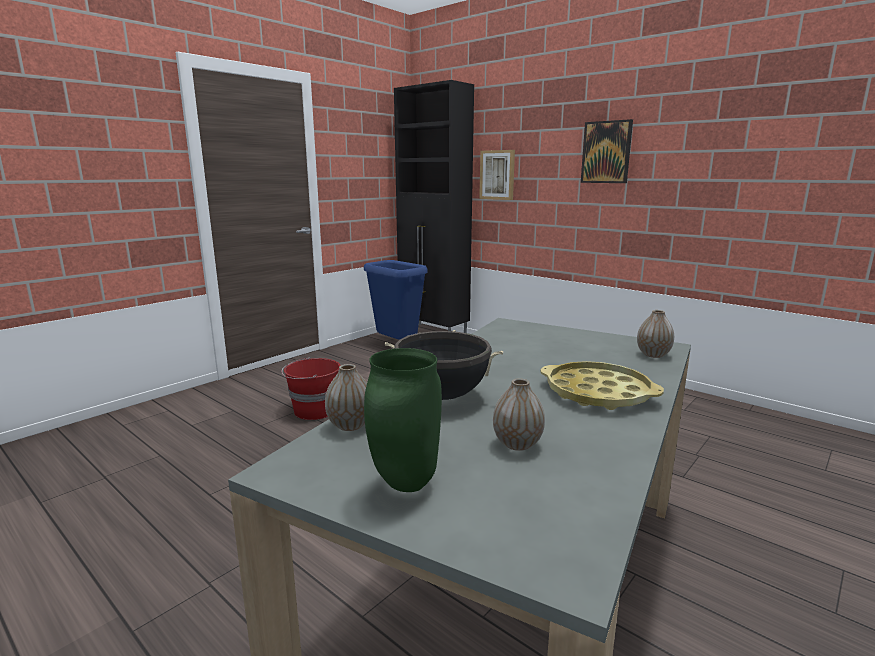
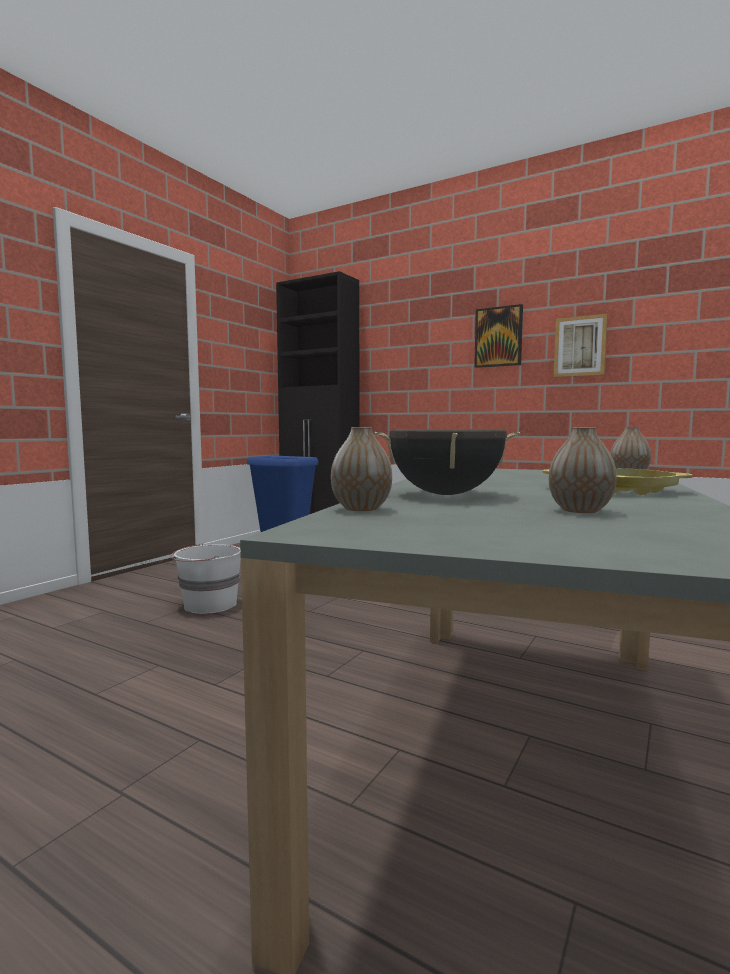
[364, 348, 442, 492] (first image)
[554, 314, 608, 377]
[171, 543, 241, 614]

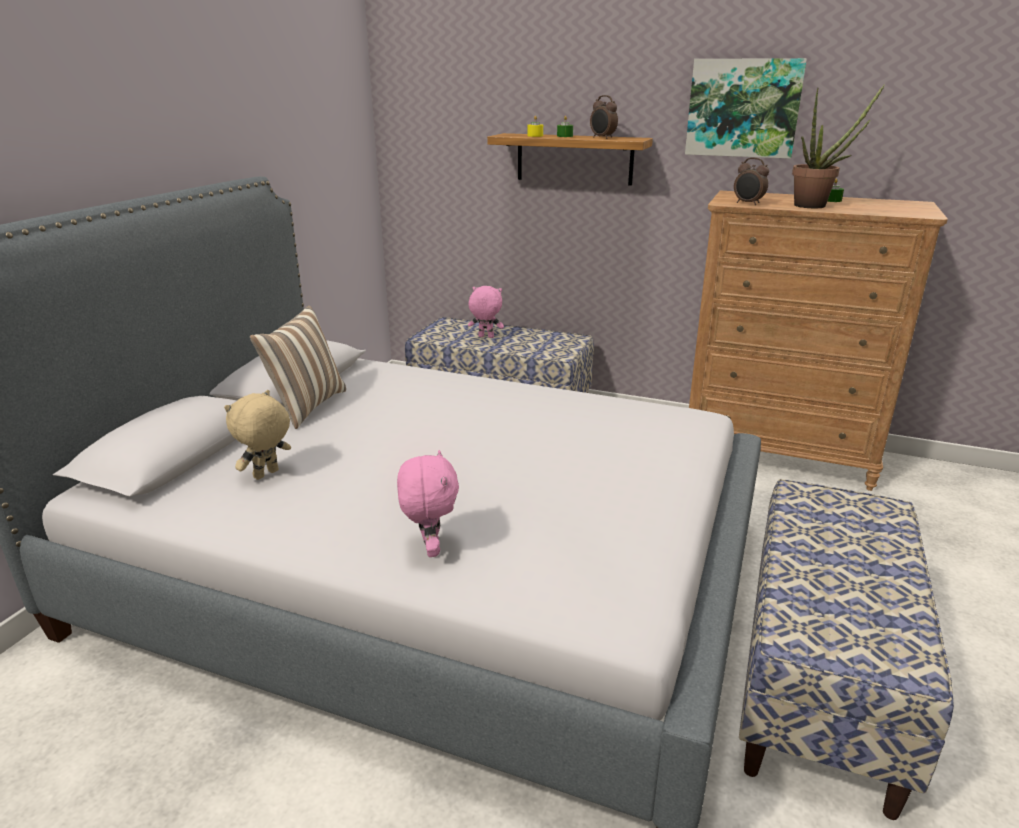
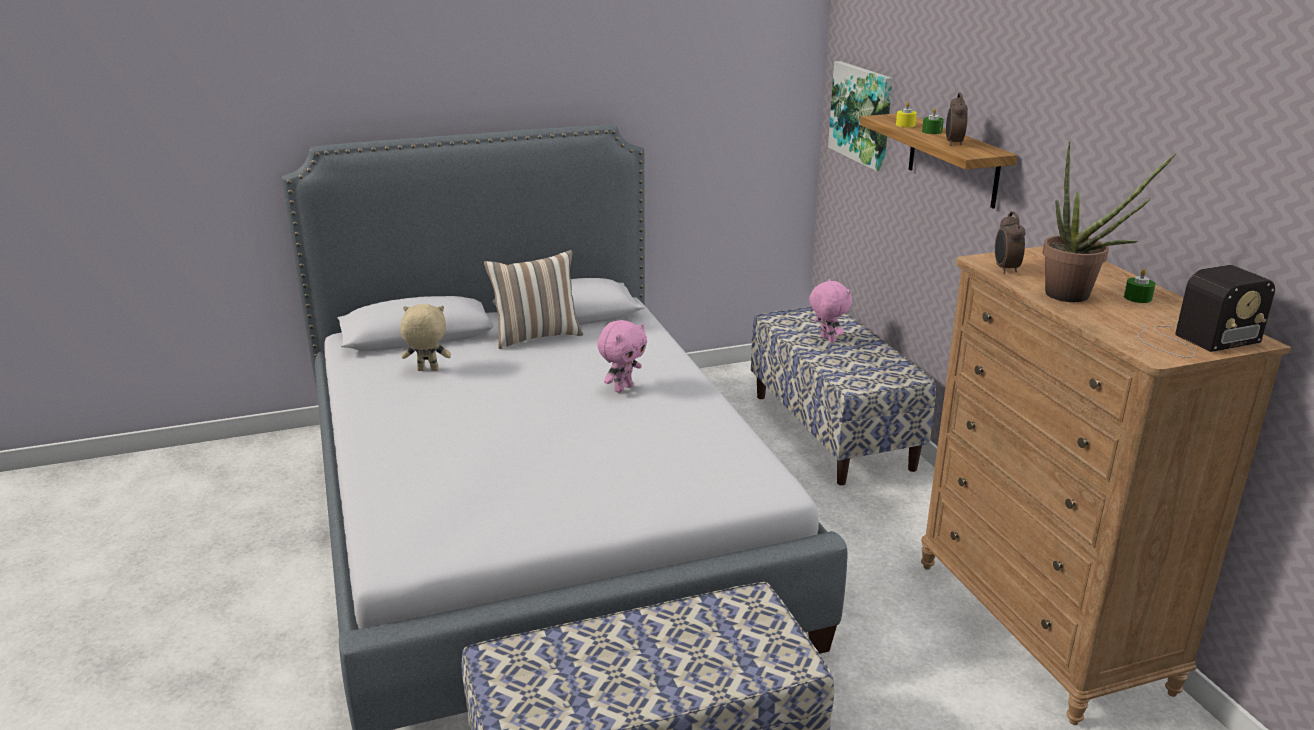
[1137, 265, 1275, 358]
[597, 320, 647, 393]
[828, 61, 893, 171]

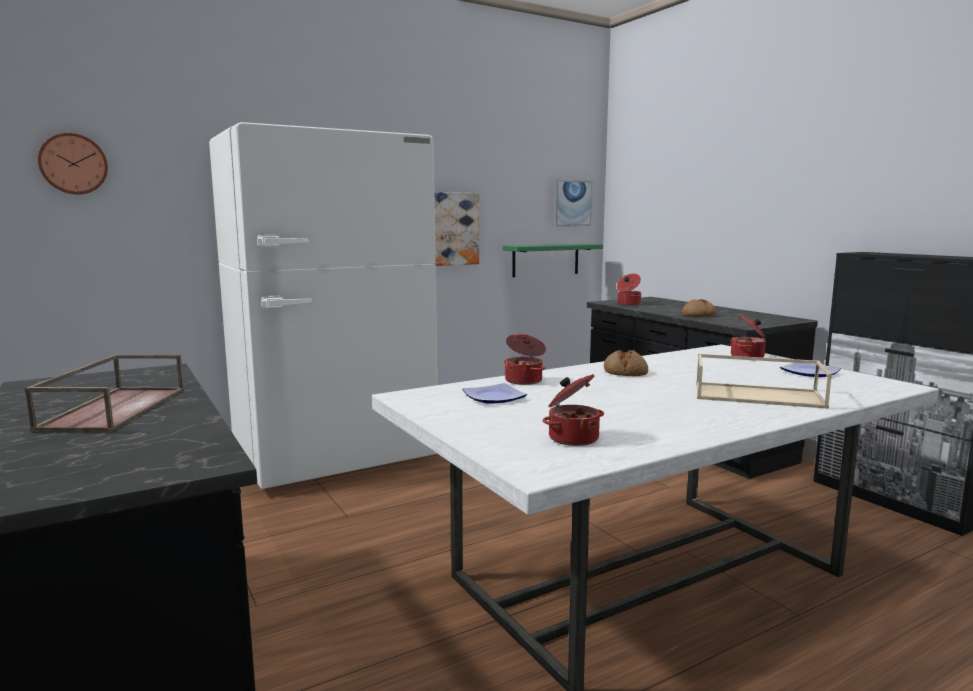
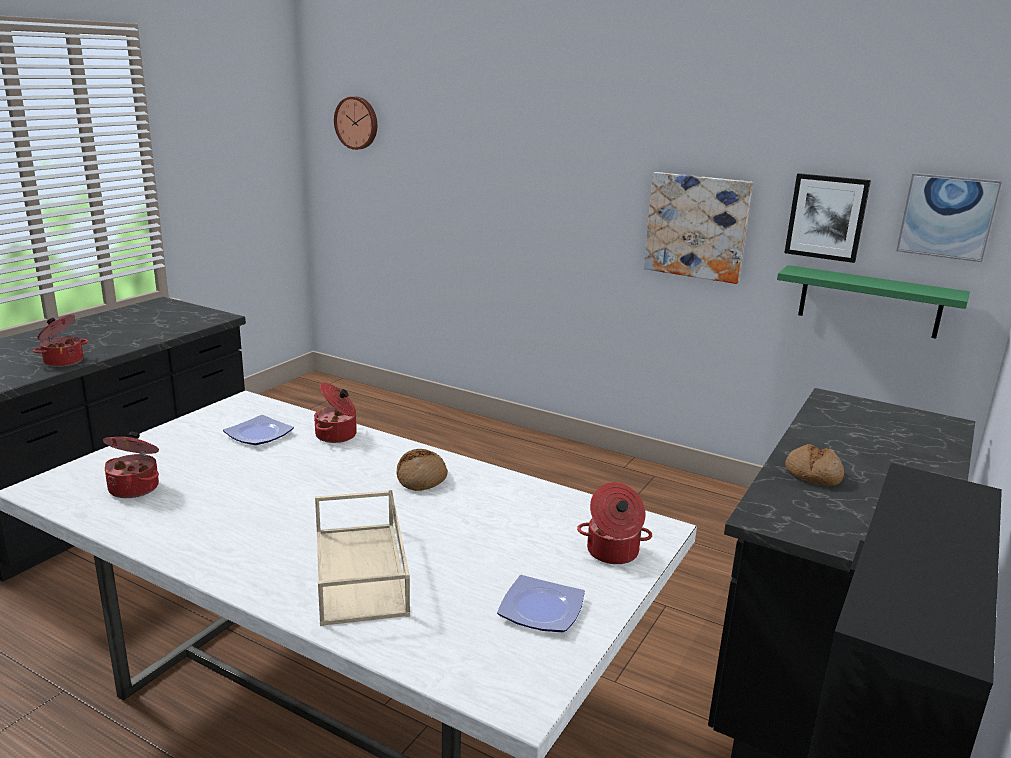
[25, 355, 184, 432] (first image)
[209, 122, 437, 489] (first image)
[785, 173, 871, 263]
[33, 315, 88, 367]

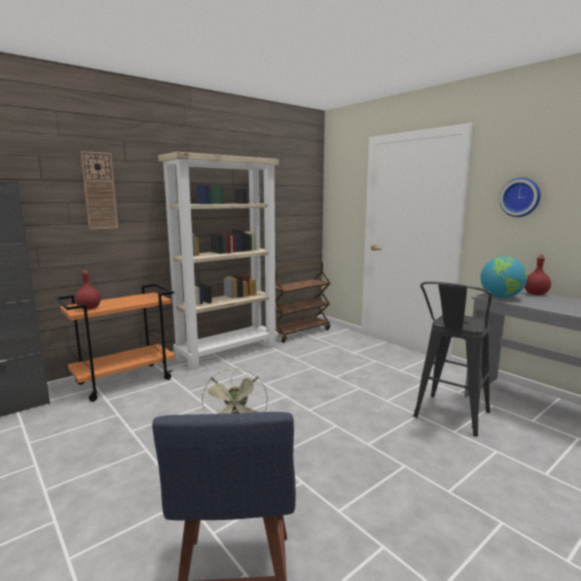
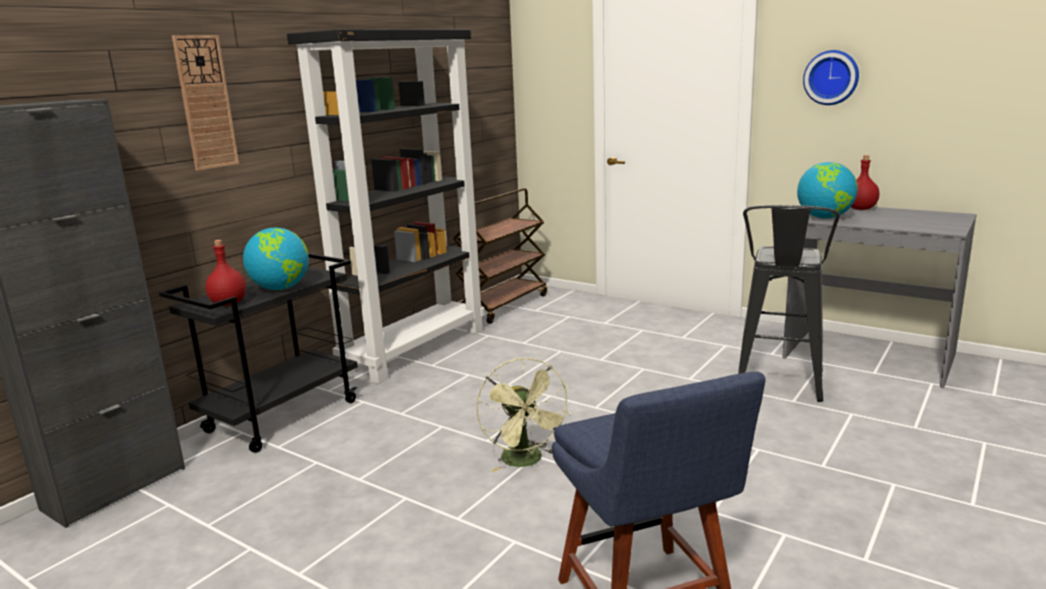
[243, 228, 309, 290]
[159, 253, 358, 453]
[287, 29, 485, 384]

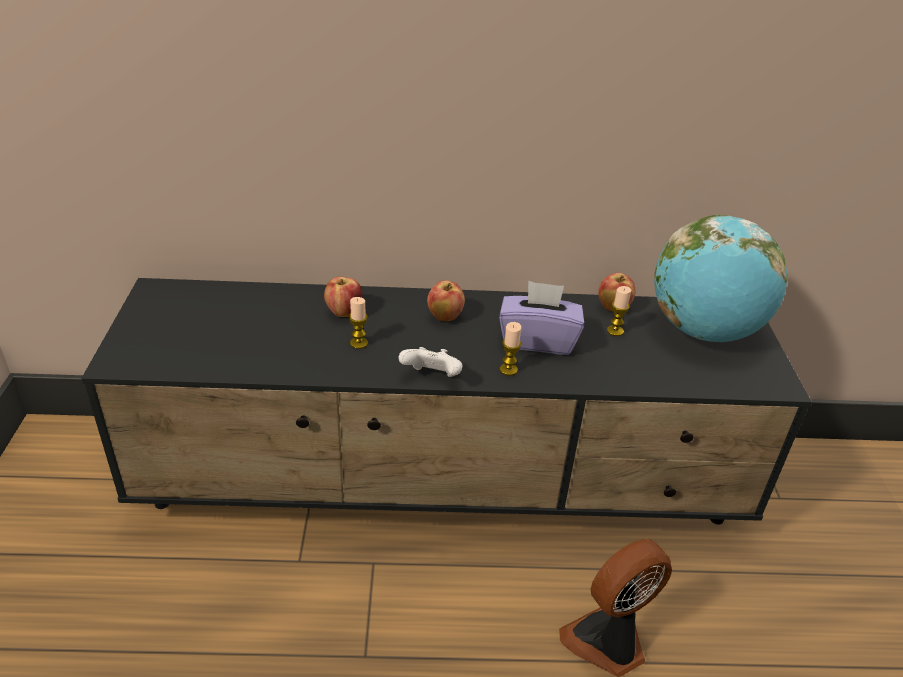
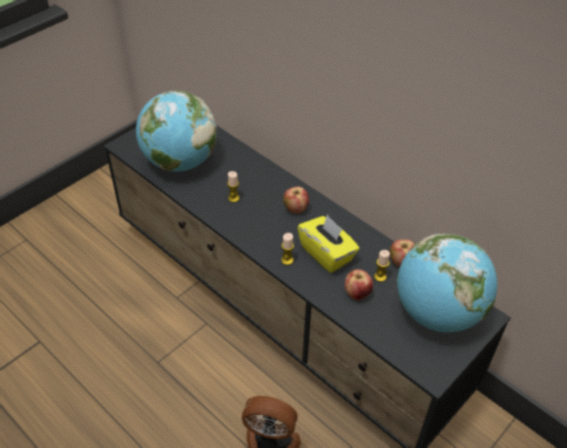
[399, 347, 462, 377] (first image)
[136, 91, 217, 172]
[345, 269, 373, 300]
[298, 215, 359, 273]

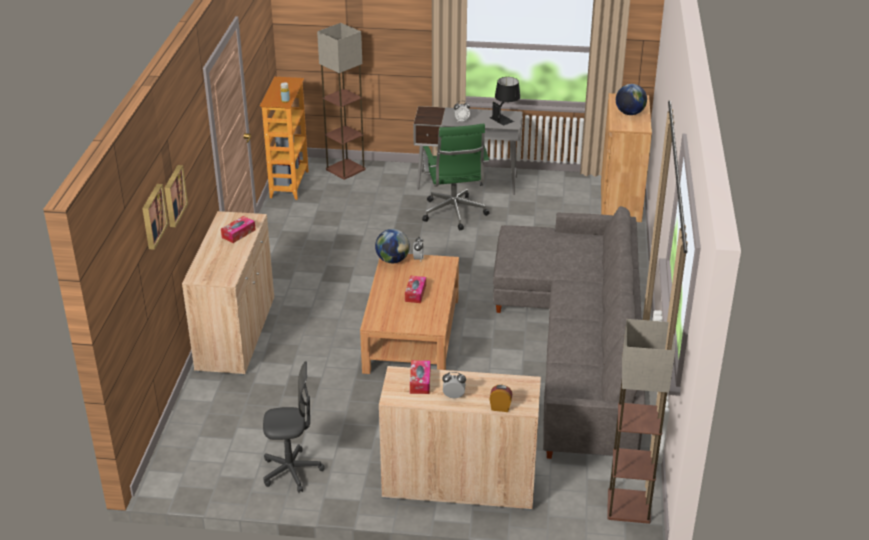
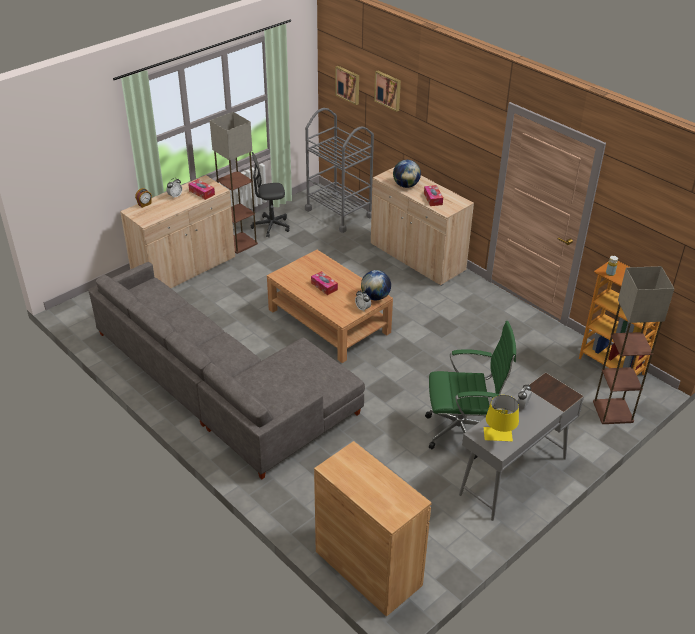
[305, 108, 374, 233]
[335, 66, 359, 105]
[210, 112, 258, 254]
[393, 160, 421, 188]
[484, 395, 519, 441]
[251, 152, 289, 237]
[425, 321, 516, 459]

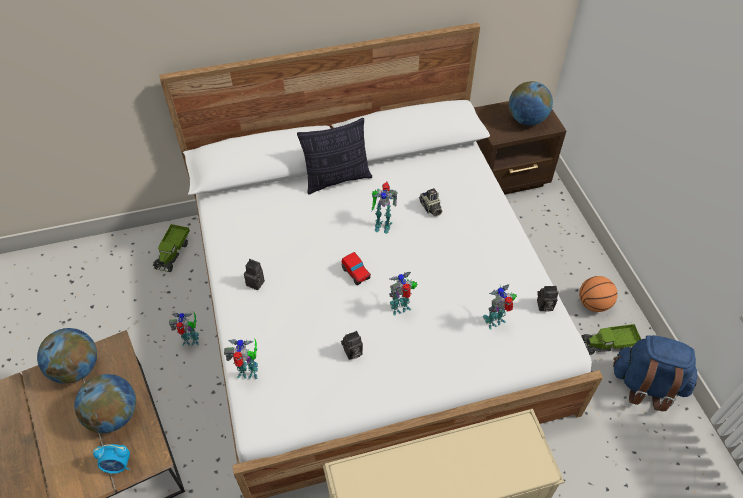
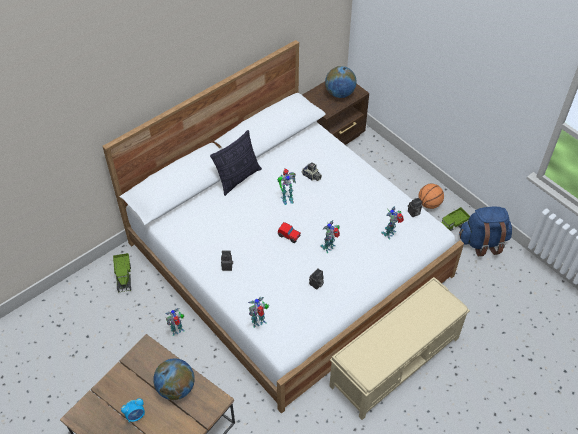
[37, 328, 97, 384] (first image)
[121, 398, 145, 423]

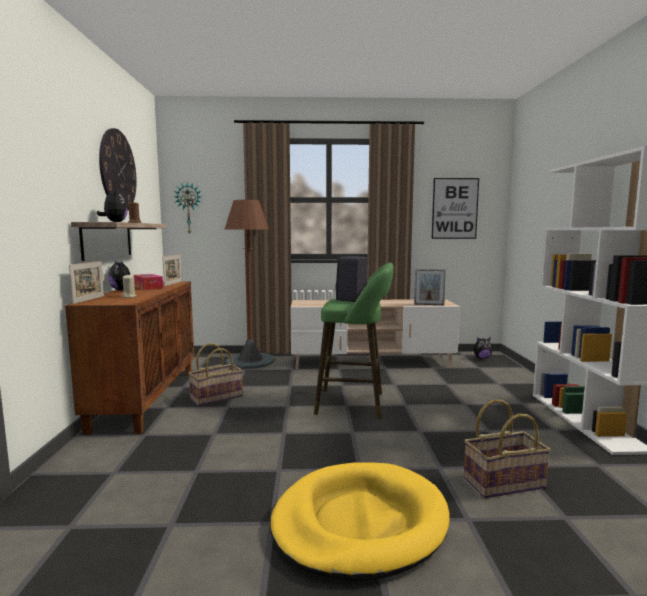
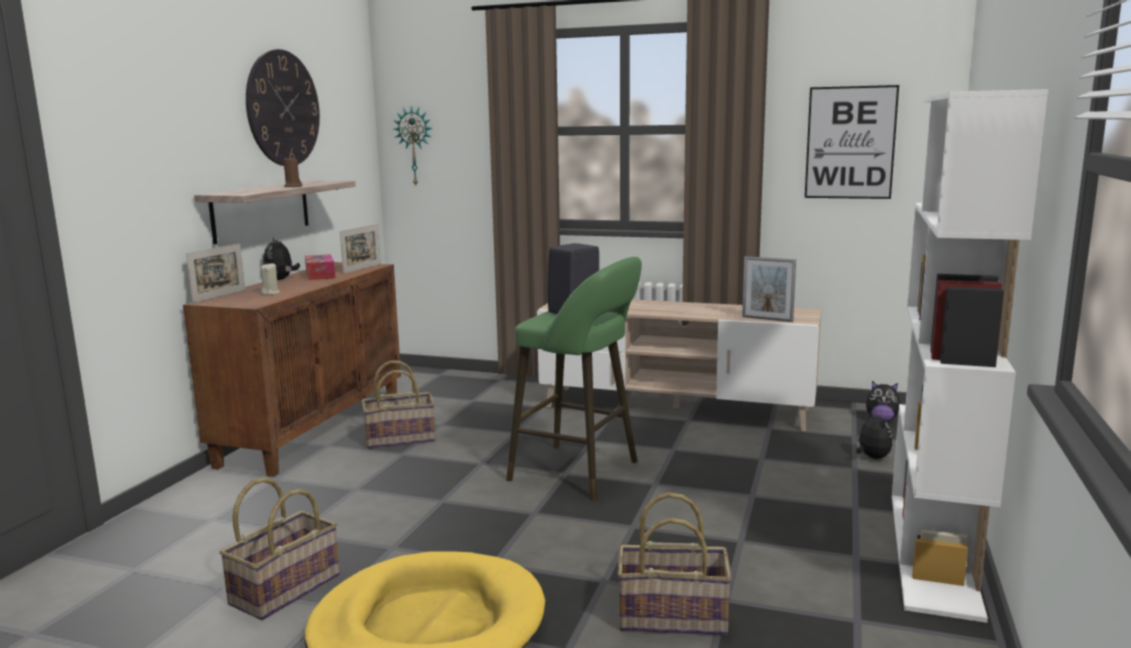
[225, 200, 275, 369] (first image)
[219, 477, 340, 620]
[855, 411, 892, 459]

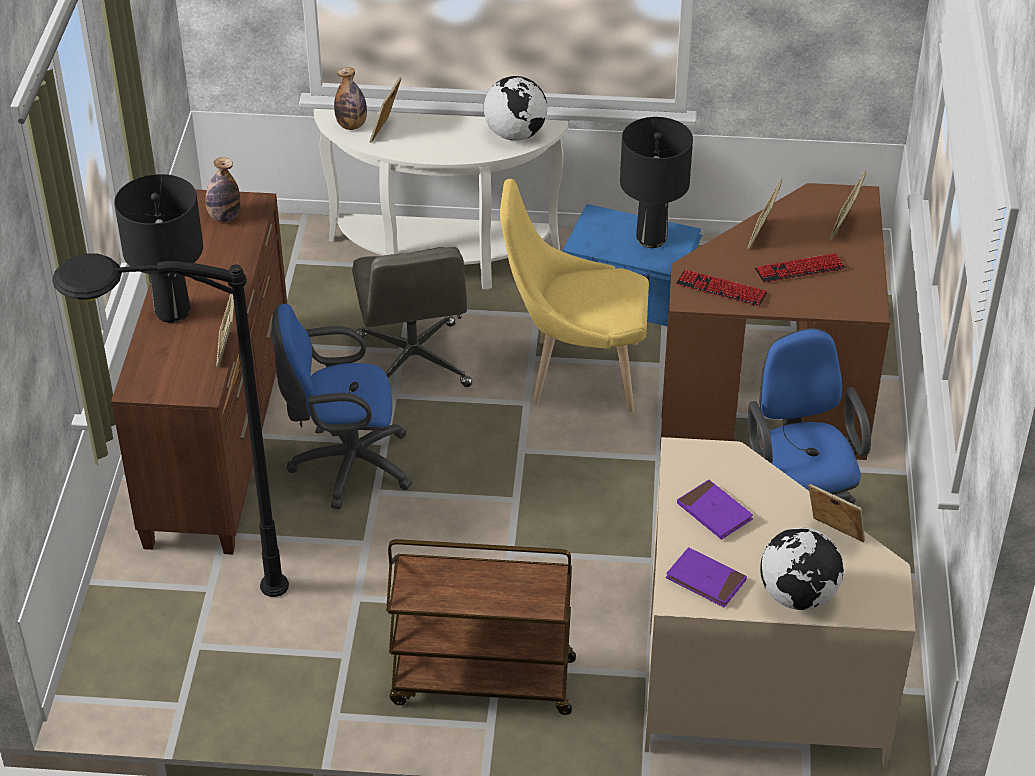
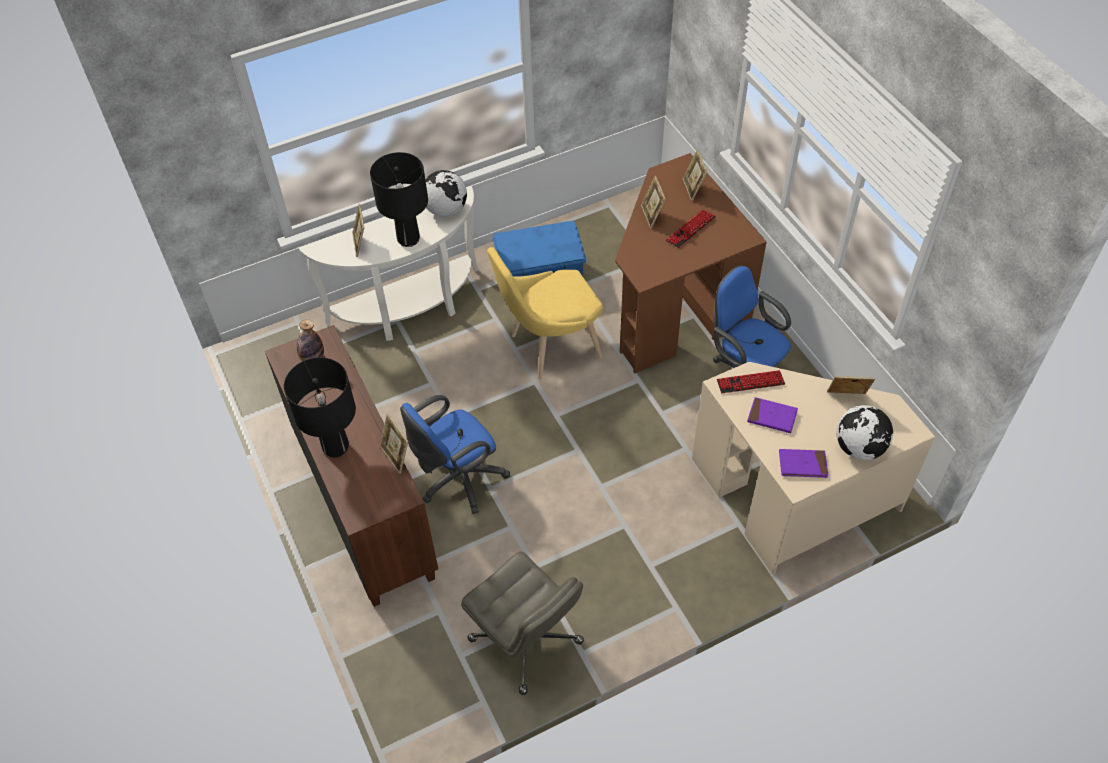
[52, 253, 289, 597] (first image)
[334, 67, 367, 130] (first image)
[386, 539, 576, 715] (first image)
[461, 551, 584, 695]
[370, 152, 428, 247]
[717, 370, 785, 393]

